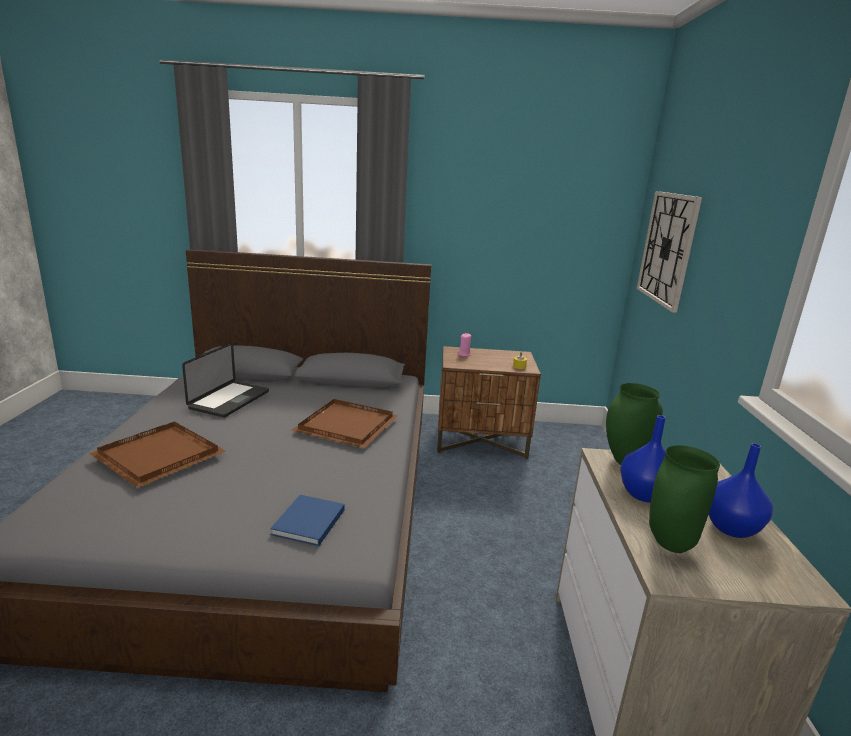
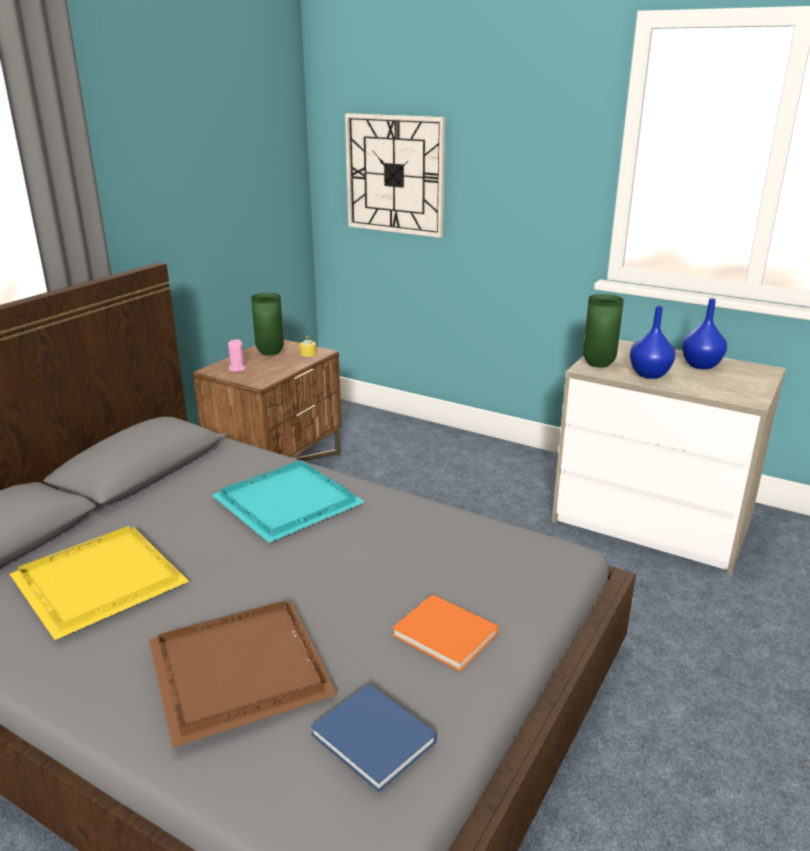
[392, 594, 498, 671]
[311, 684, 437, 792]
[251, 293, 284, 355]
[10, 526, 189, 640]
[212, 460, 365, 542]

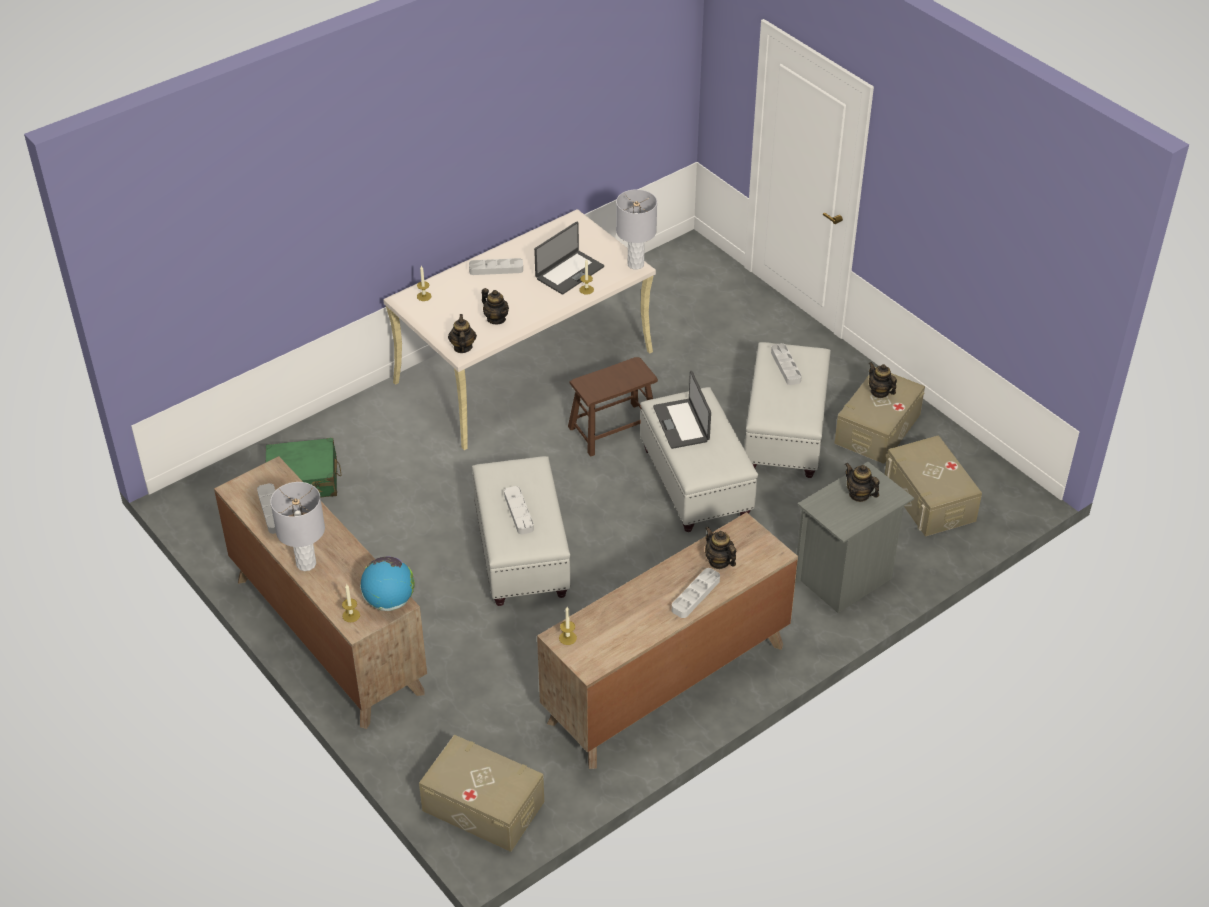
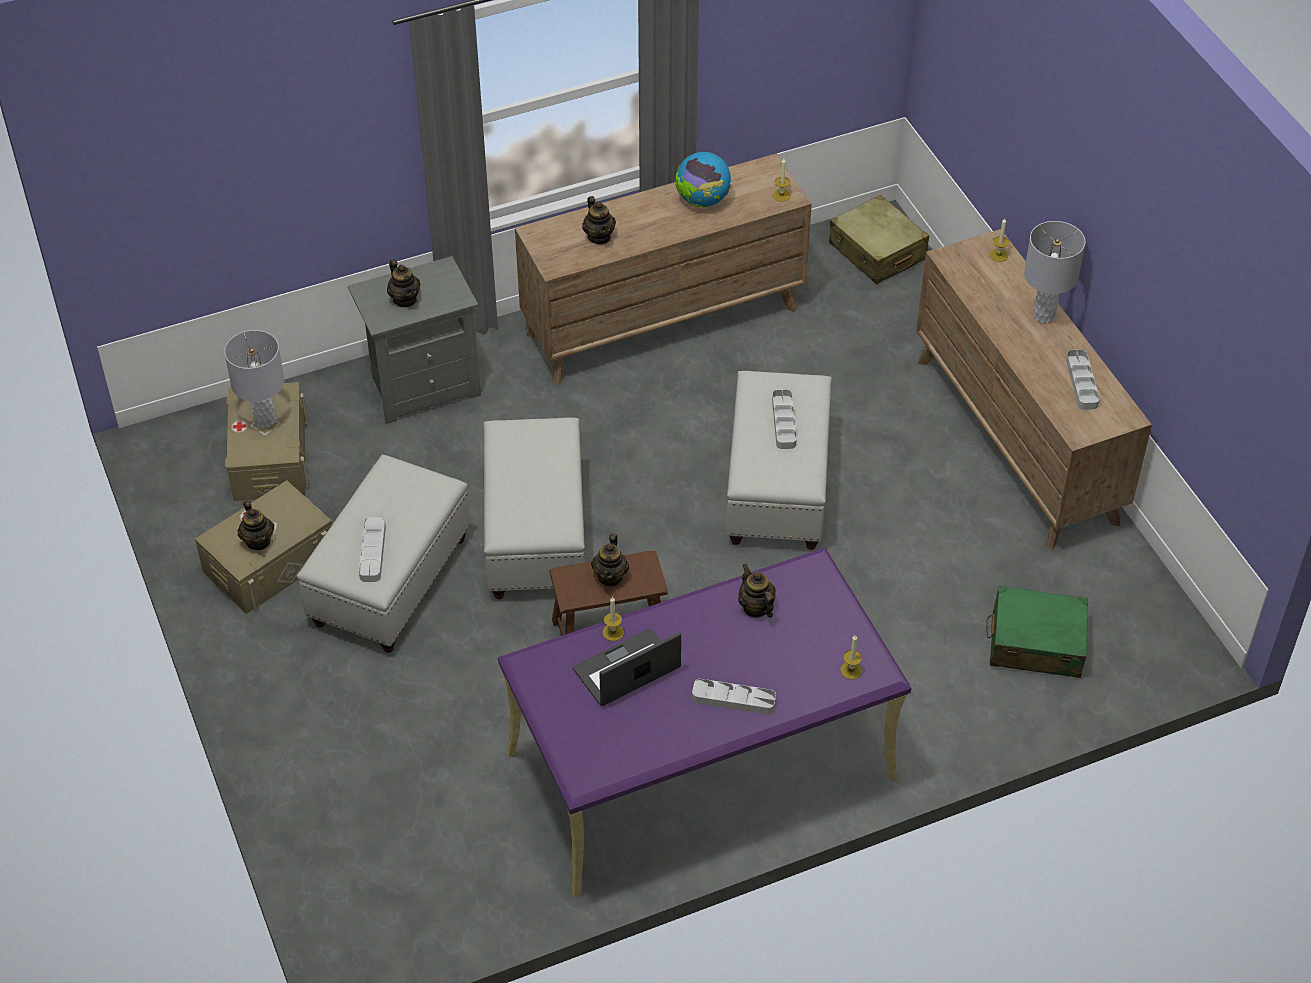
[653, 371, 711, 449] (first image)
[672, 568, 720, 618] (first image)
[675, 152, 731, 208]
[591, 533, 629, 587]
[224, 330, 285, 428]
[829, 195, 929, 284]
[498, 548, 912, 899]

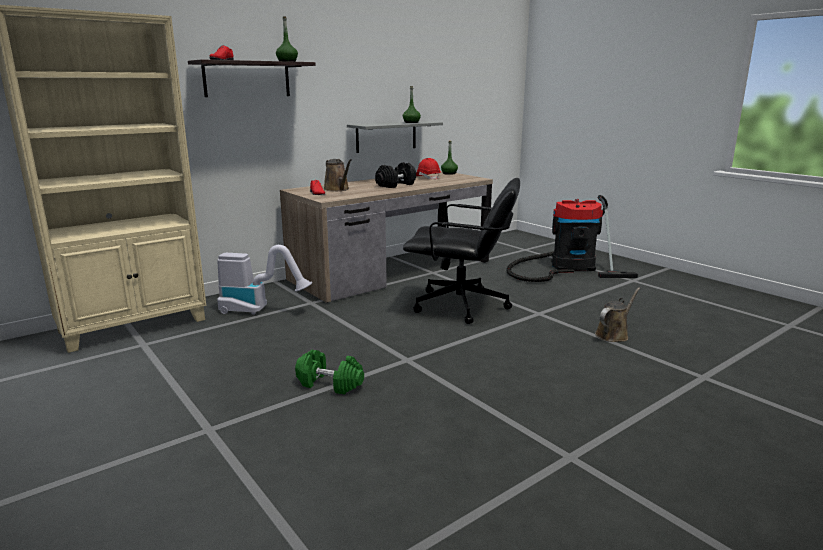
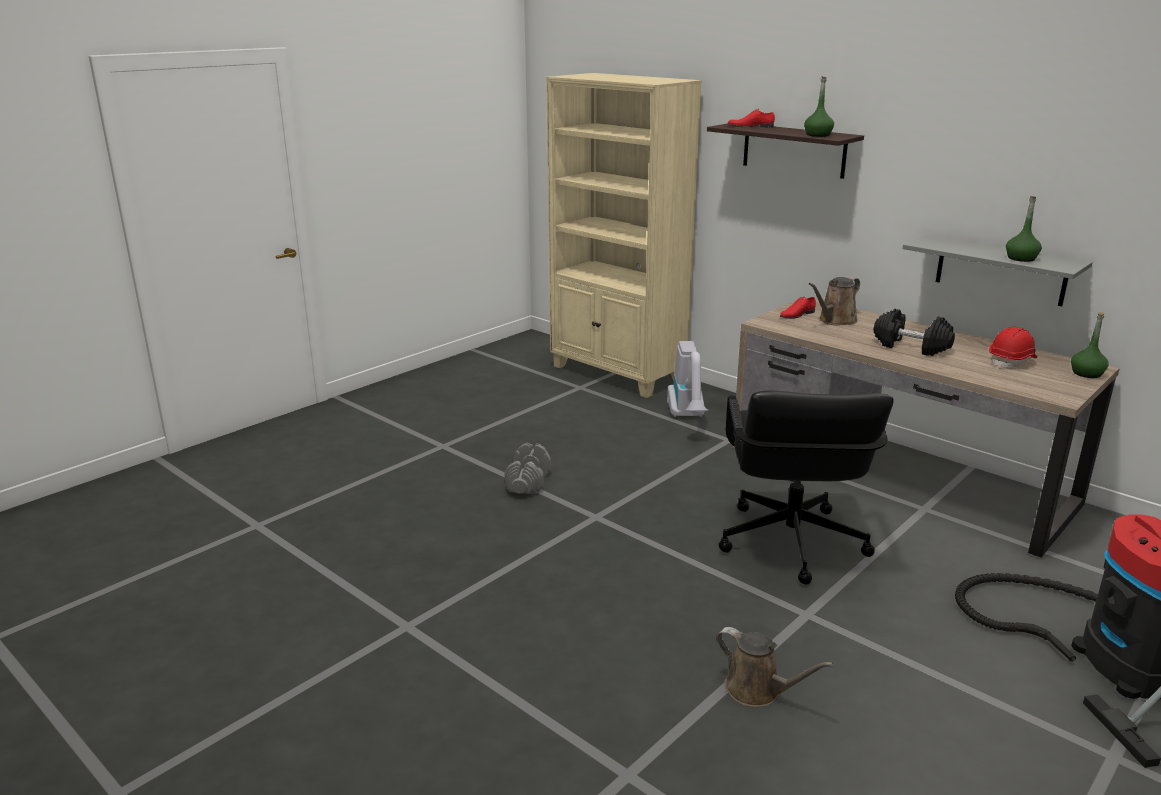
[505, 443, 551, 494]

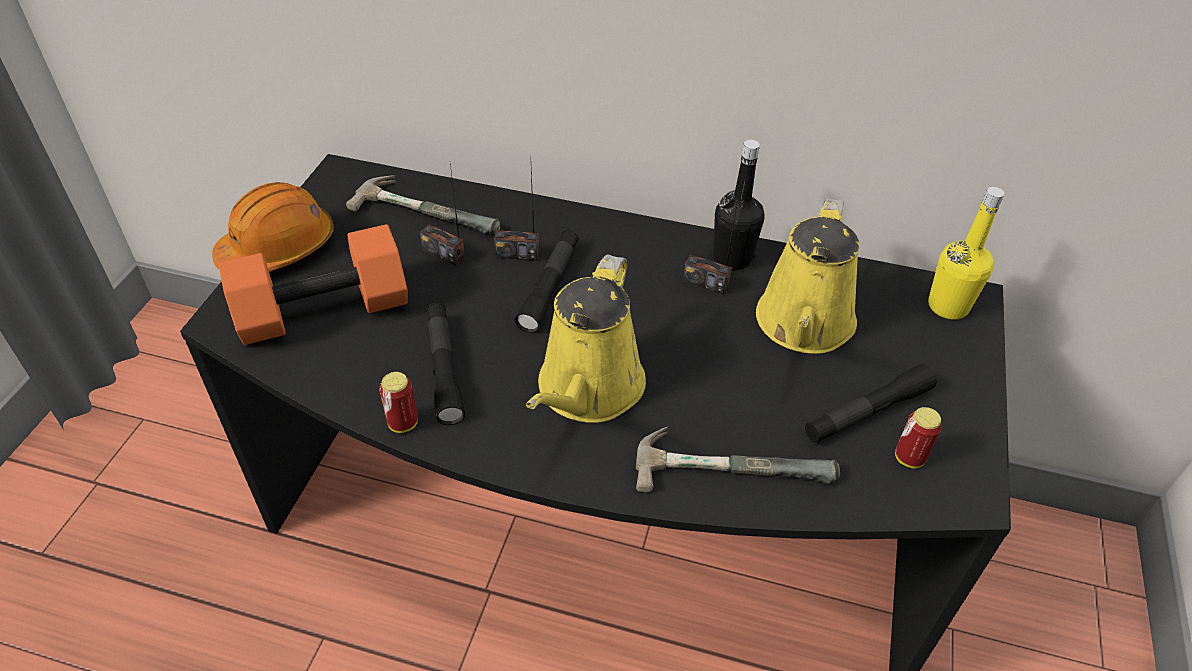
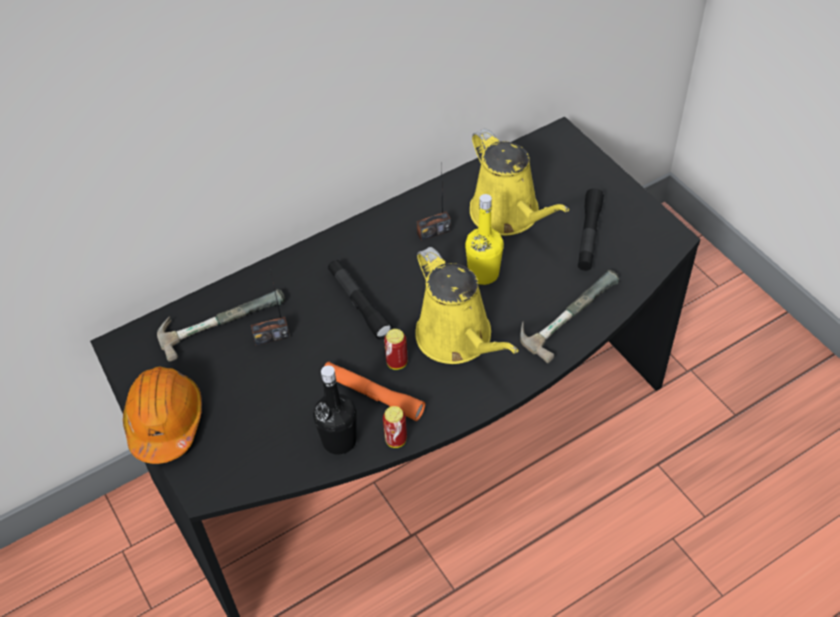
[218, 224, 408, 345] (first image)
[494, 170, 539, 261] (first image)
[313, 365, 357, 455]
[384, 329, 408, 370]
[465, 194, 504, 285]
[324, 362, 425, 421]

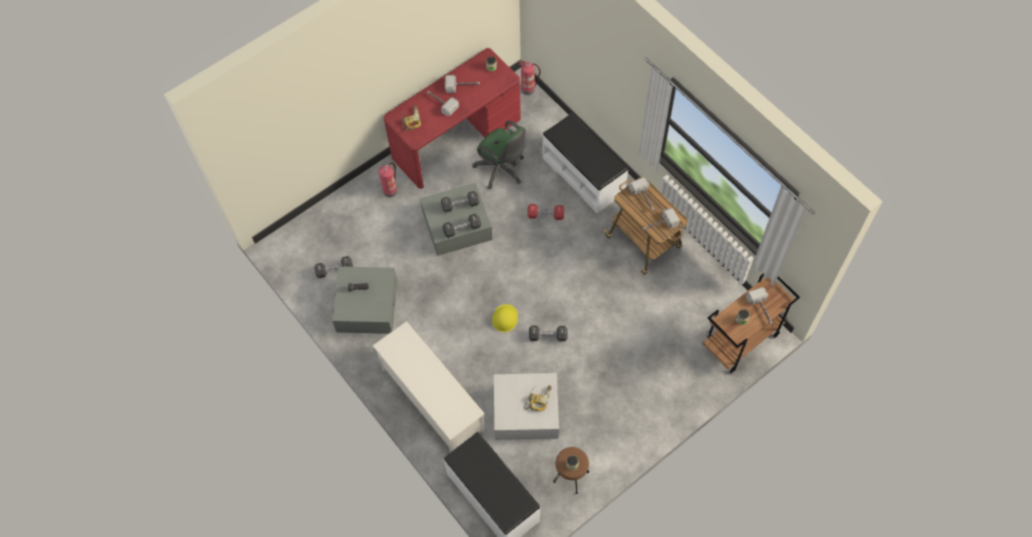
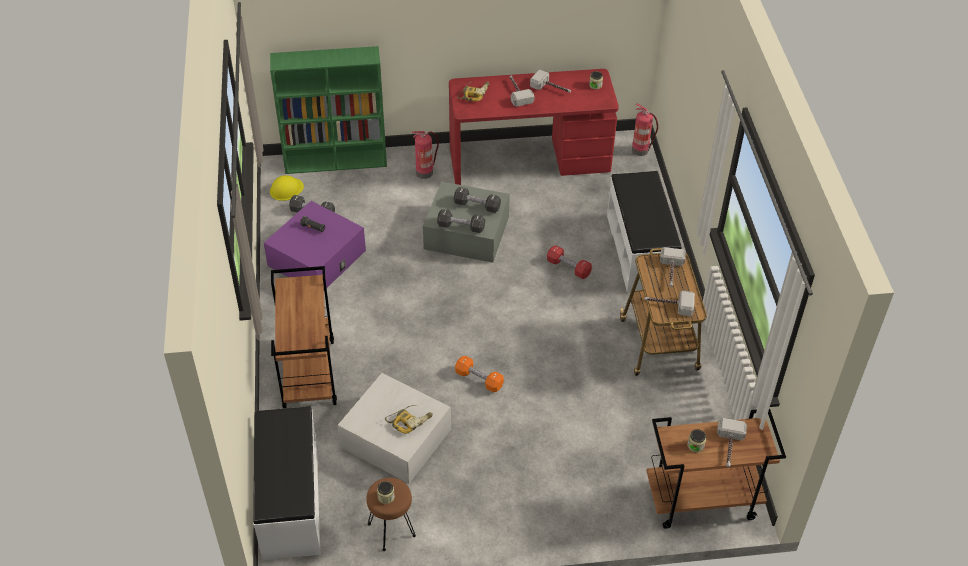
[472, 121, 526, 189] (first image)
[270, 46, 387, 174]
[270, 175, 304, 201]
[271, 266, 337, 408]
[264, 201, 366, 288]
[455, 356, 504, 392]

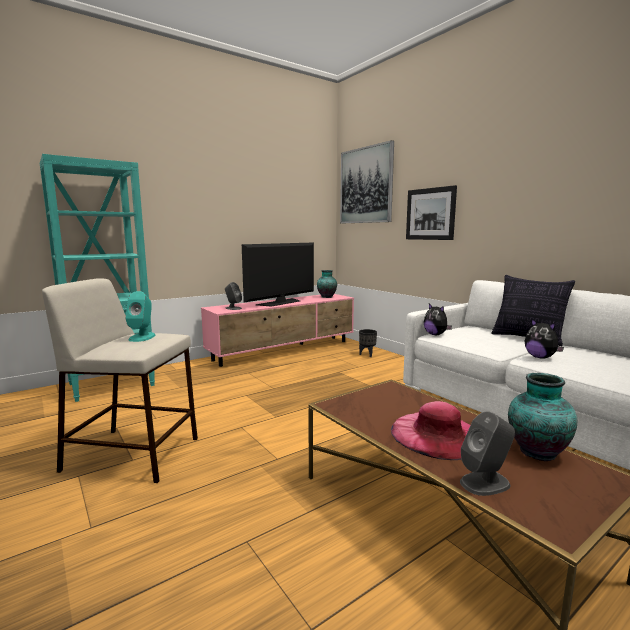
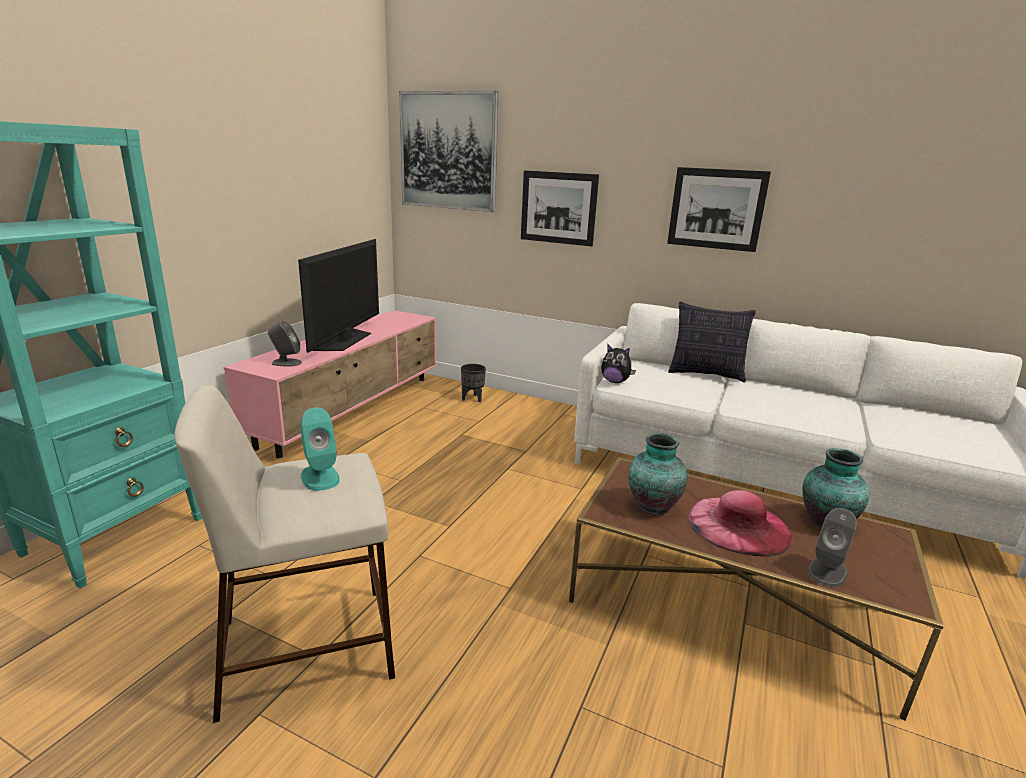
[525, 319, 564, 359] (first image)
[667, 167, 771, 252]
[629, 433, 687, 514]

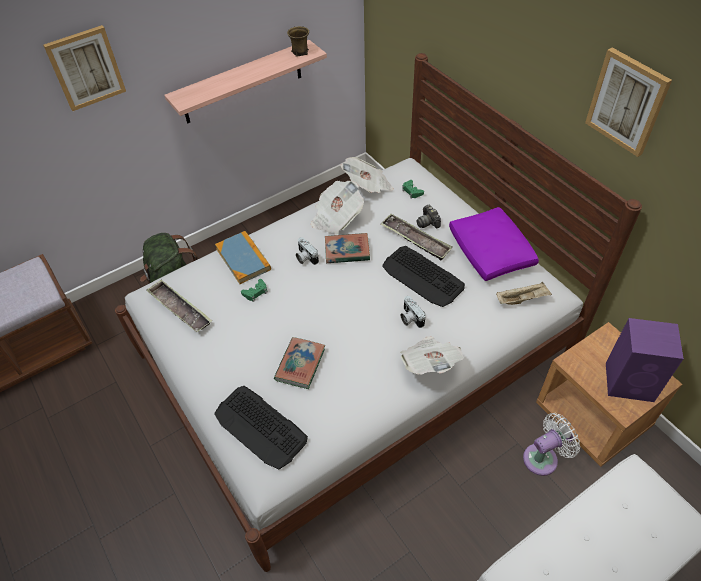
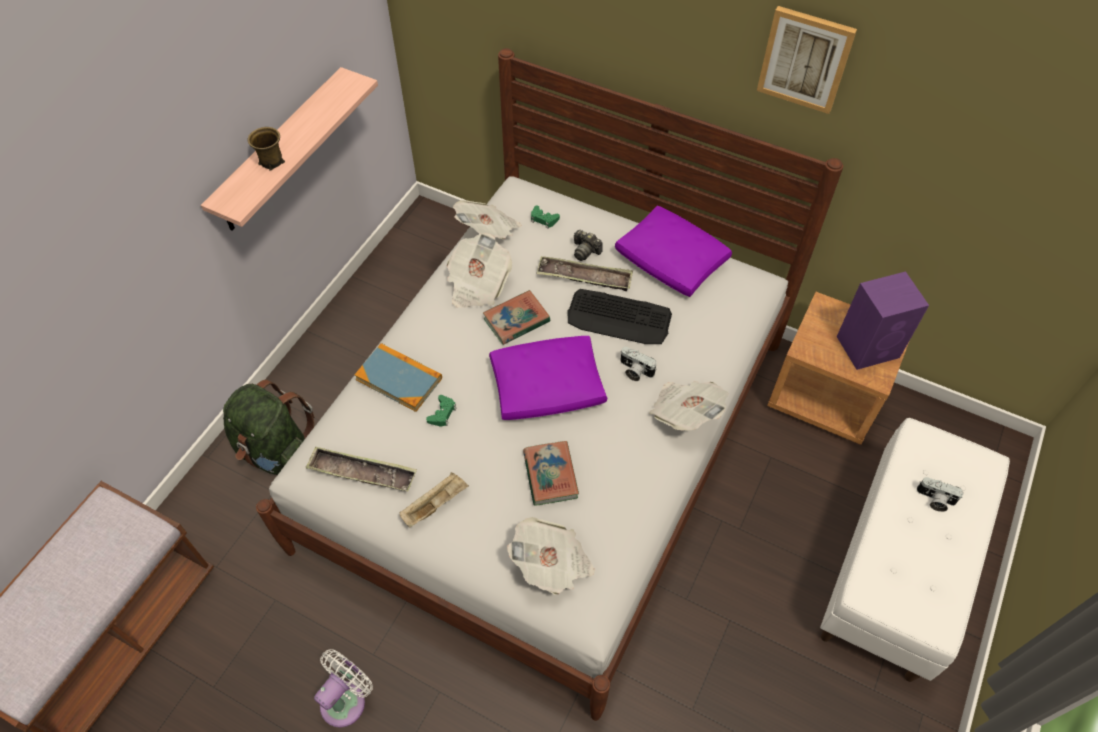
[43, 25, 126, 111] (first image)
[489, 336, 607, 420]
[248, 127, 285, 170]
[917, 477, 963, 512]
[400, 472, 469, 528]
[314, 649, 373, 728]
[507, 517, 595, 595]

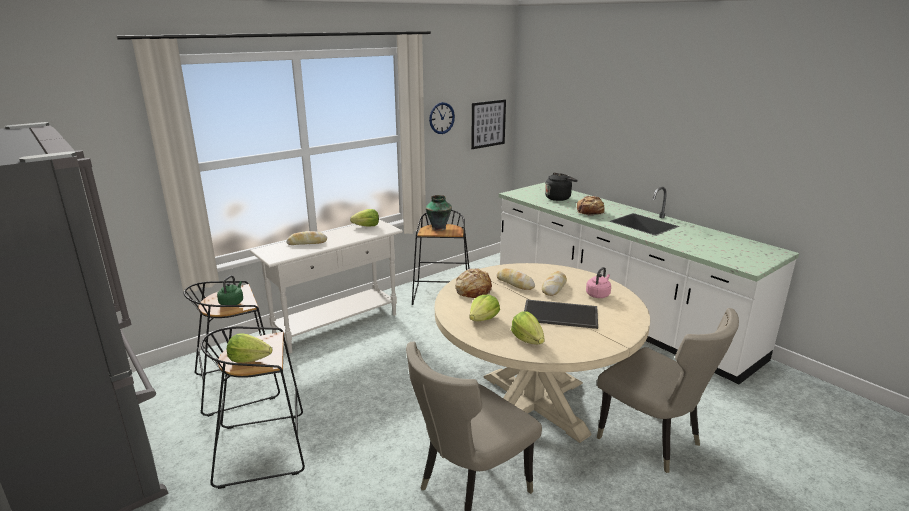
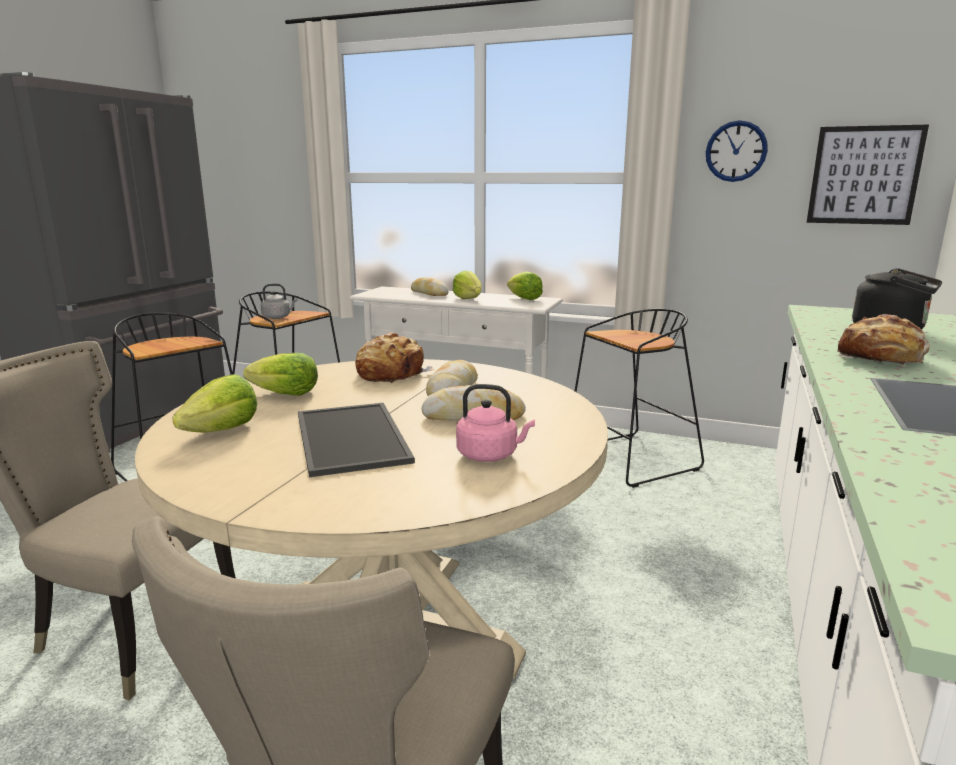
[426, 195, 452, 231] (first image)
[452, 270, 482, 299]
[261, 284, 297, 319]

